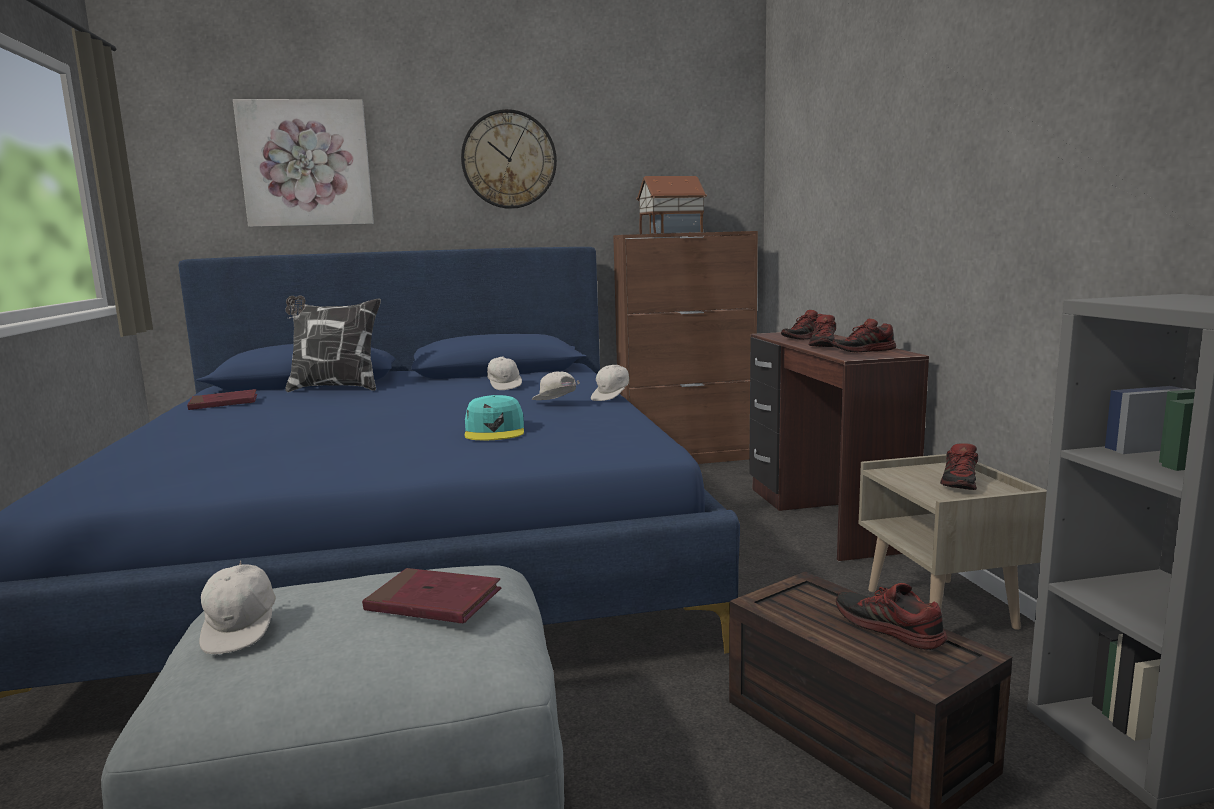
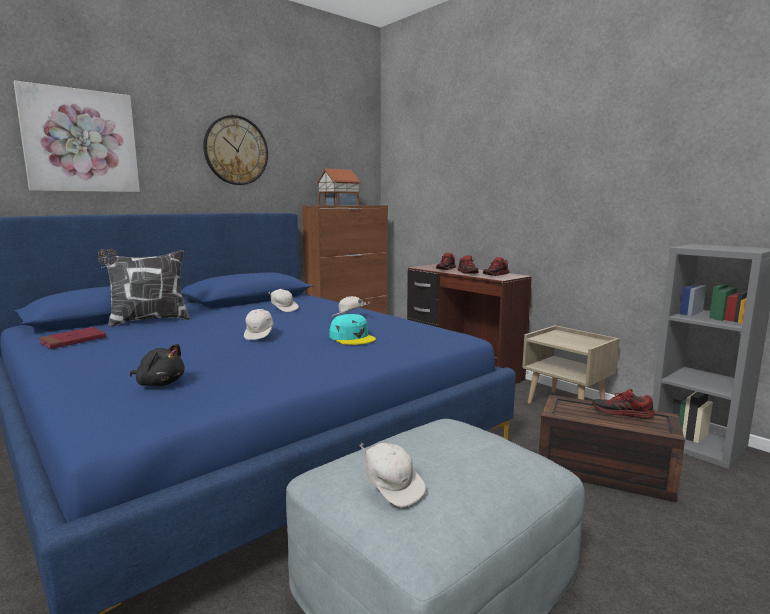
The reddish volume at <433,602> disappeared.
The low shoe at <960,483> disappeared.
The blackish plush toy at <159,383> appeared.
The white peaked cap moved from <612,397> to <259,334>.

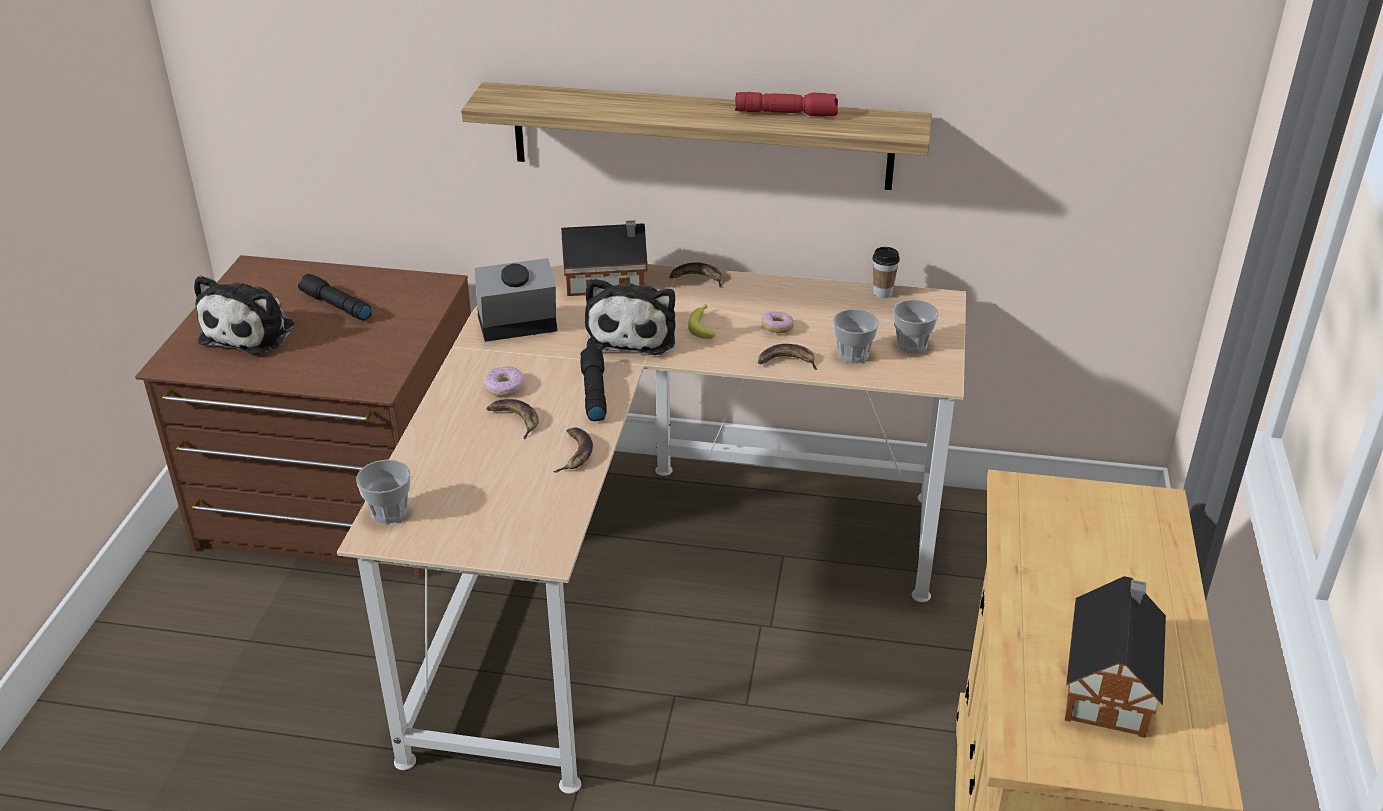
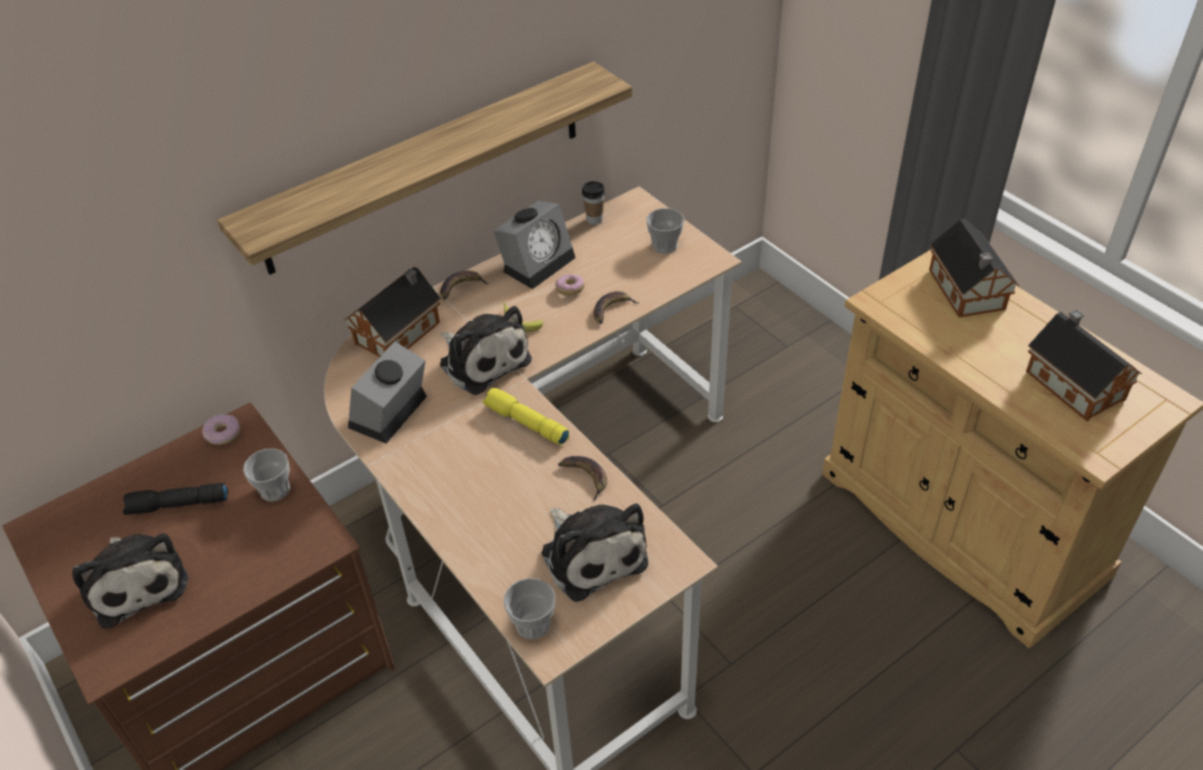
The whole banana at <514,420> disappeared.
The reddish torch at <787,113> disappeared.
The alarm clock at <538,262> appeared.
The plush toy at <592,554> appeared.
The miniature house at <967,292> appeared.
The donut moved from <504,387> to <222,433>.
The drinking cup moved from <853,354> to <275,490>.
The blackish torch at <593,392> became the yellow torch at <525,423>.

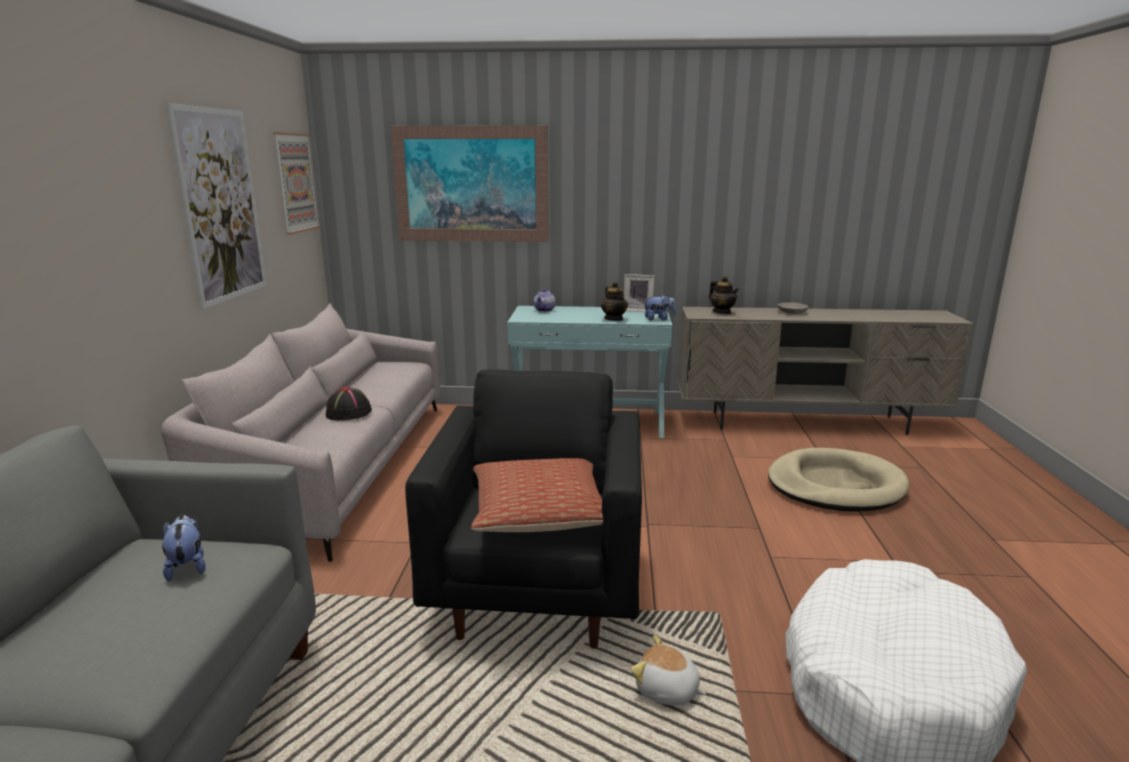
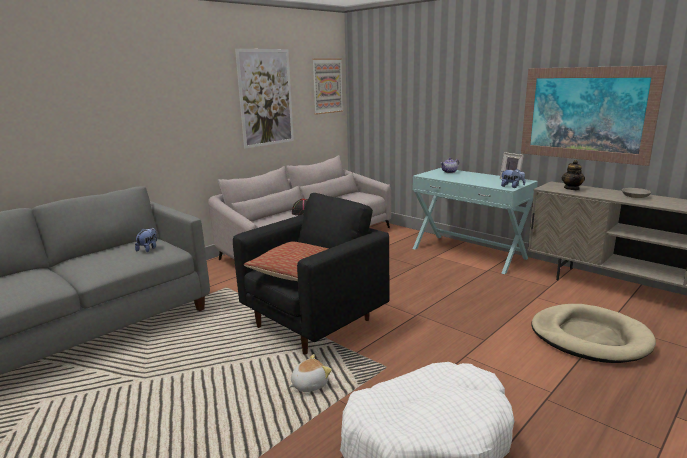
The teapot at <614,319> disappeared.
The picture moved from <471,184> to <585,114>.
The plush toy at <667,691> turned 75 degrees clockwise.

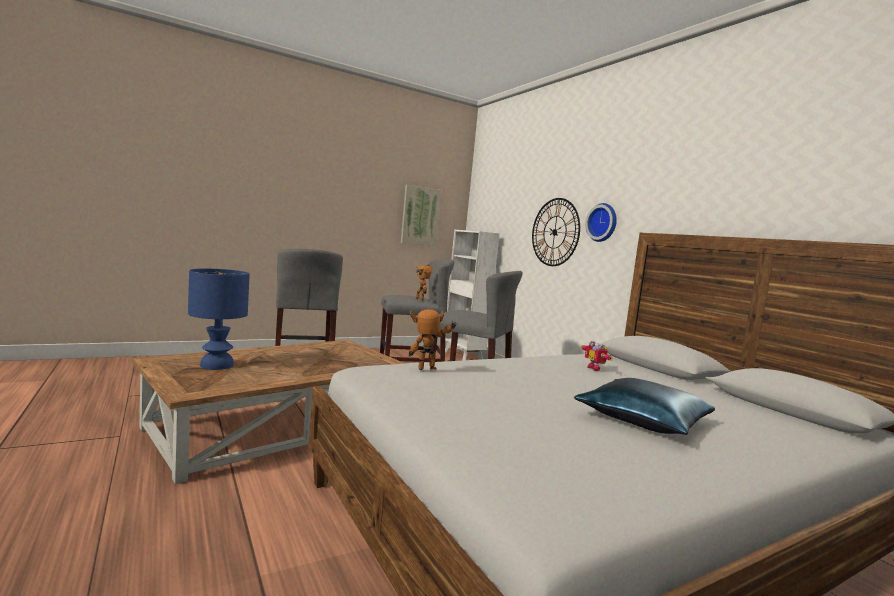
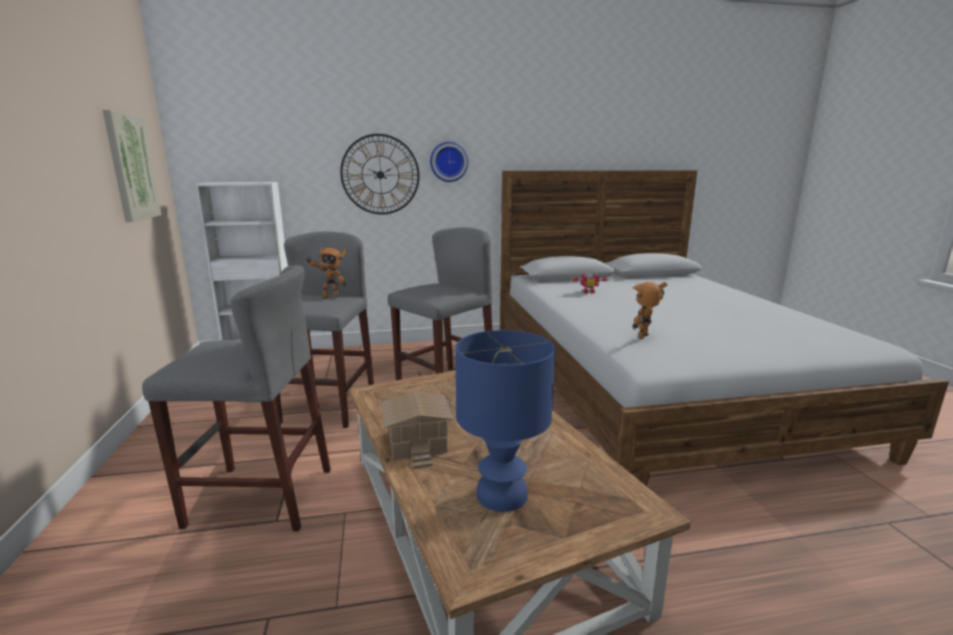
The blue-coloured throw pillow at <642,419> disappeared.
The miniature house at <415,442> appeared.
The robot figure at <428,370> turned 45 degrees clockwise.

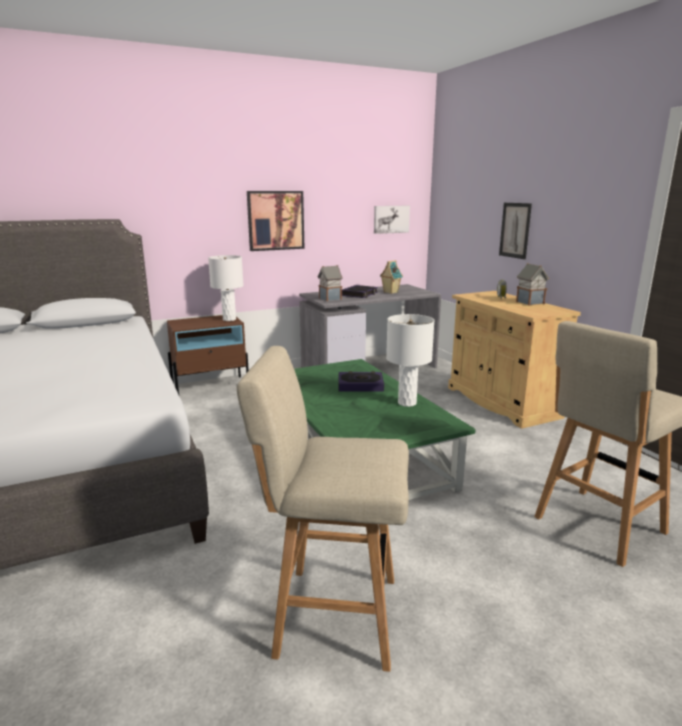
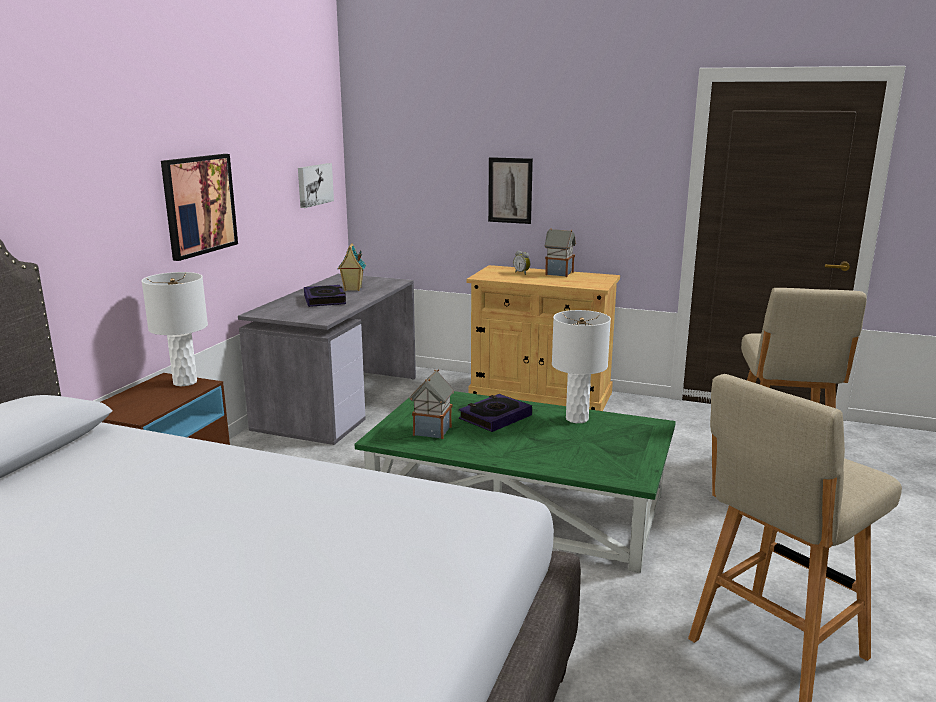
The miniature house moved from <329,299> to <432,431>.

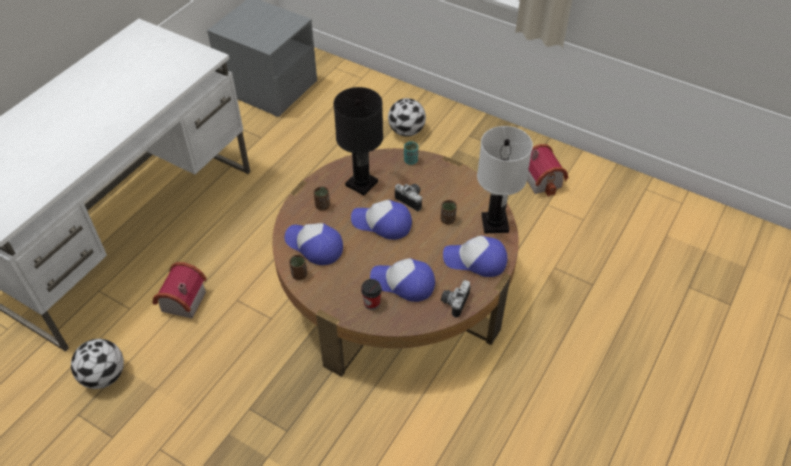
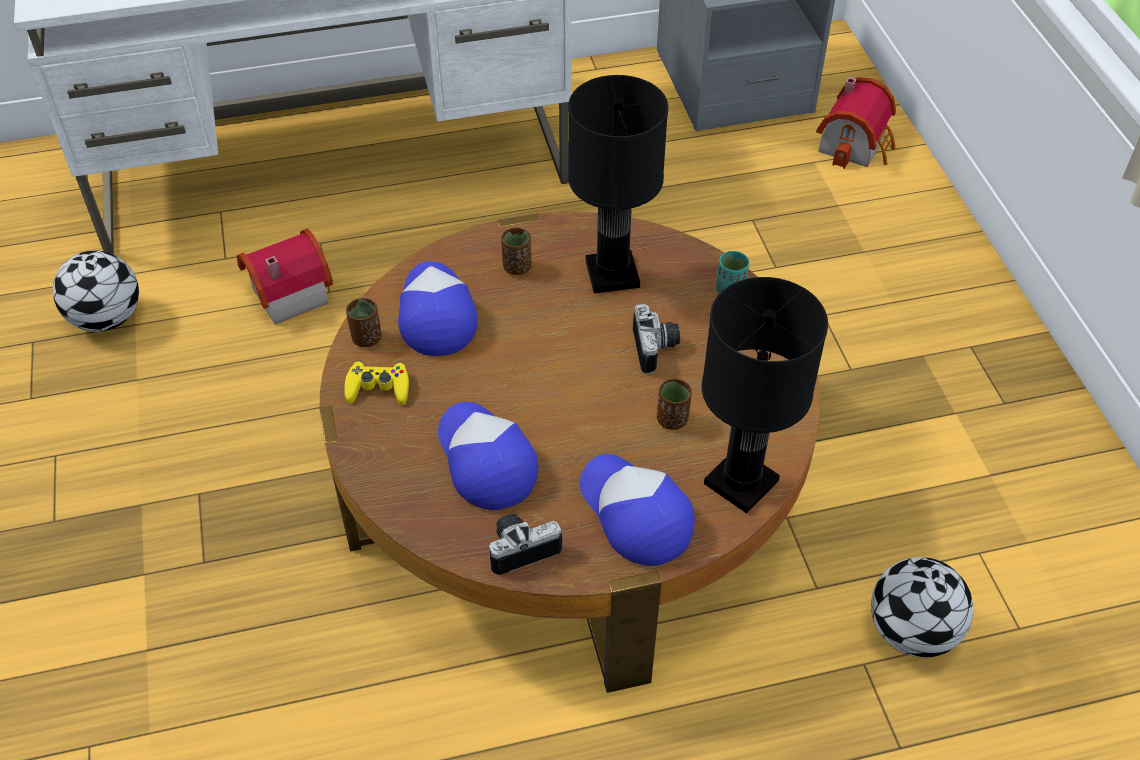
The peaked cap at <382,223> disappeared.
The drinking cup at <371,303> disappeared.
The yellow game controller at <378,388> appeared.
The football moved from <406,131> to <912,631>.
The miniature house moved from <544,179> to <856,145>.
The white lamp for a table at <494,224> became the blackish lamp for a table at <740,482>.

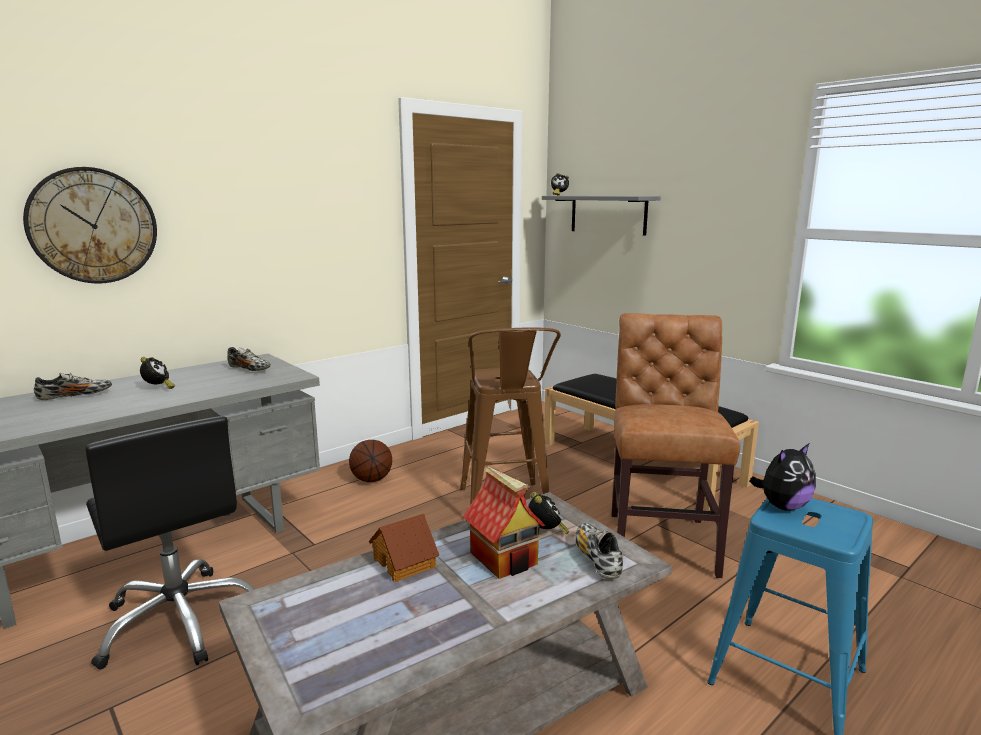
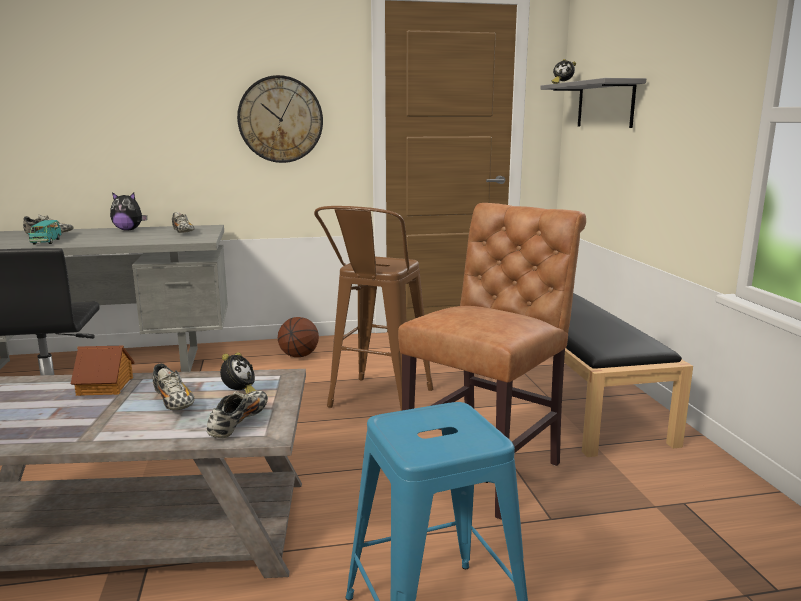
The alarm clock at <158,388> disappeared.
The turquoise miniature car at <46,242> appeared.
The clock on the wall moved from <93,226> to <280,119>.
The plush toy moved from <782,506> to <128,230>.
The miniature house at <505,558> was replaced by the low shoe at <174,402>.

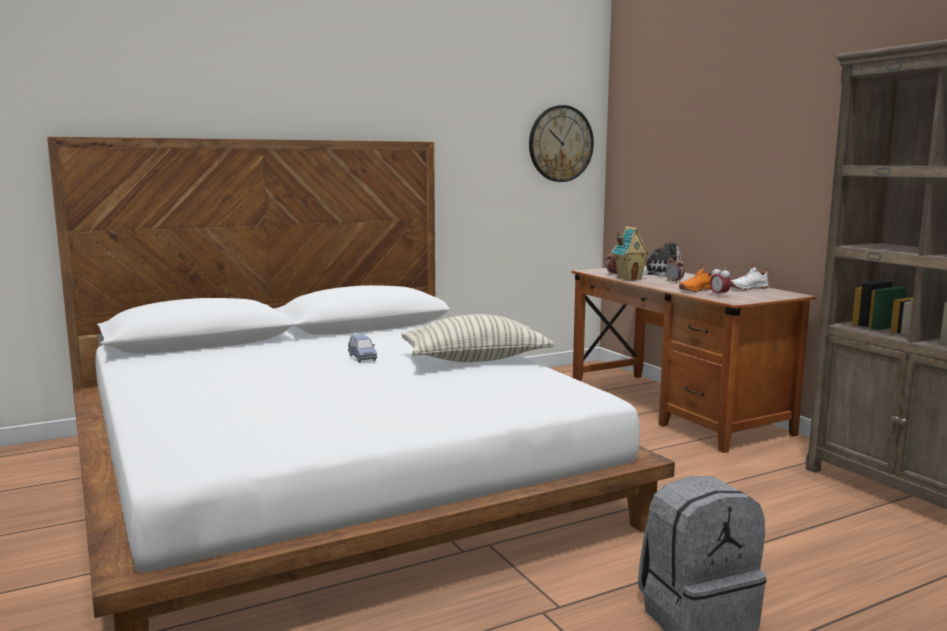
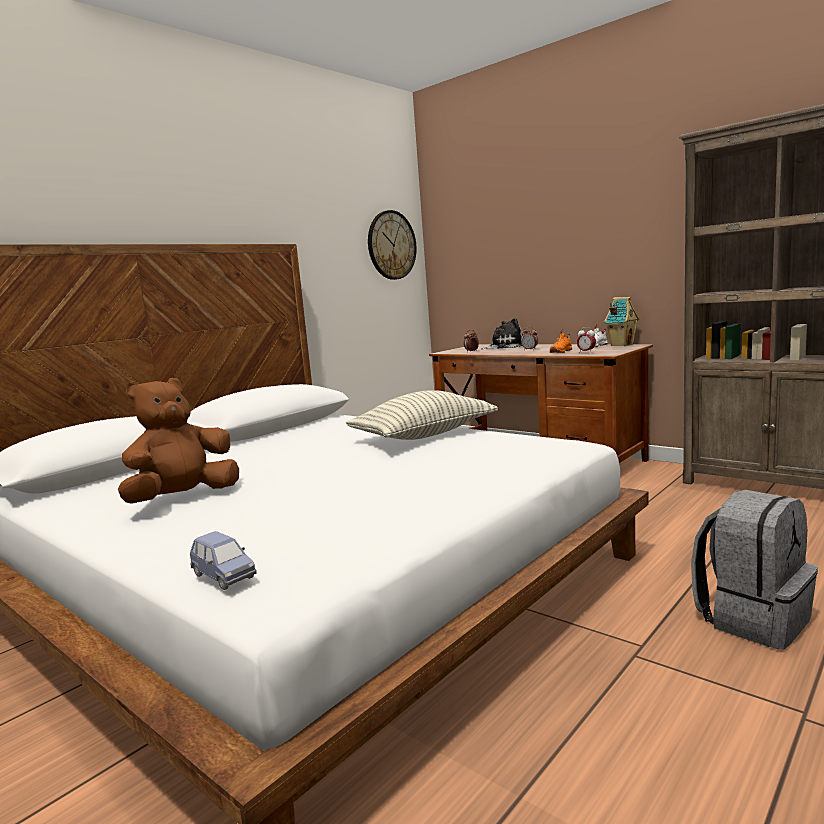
The brown plush toy at <183,498> appeared.
The blue-coloured miniature car moved from <362,358> to <224,576>.
The miniature house moved from <629,279> to <621,345>.

